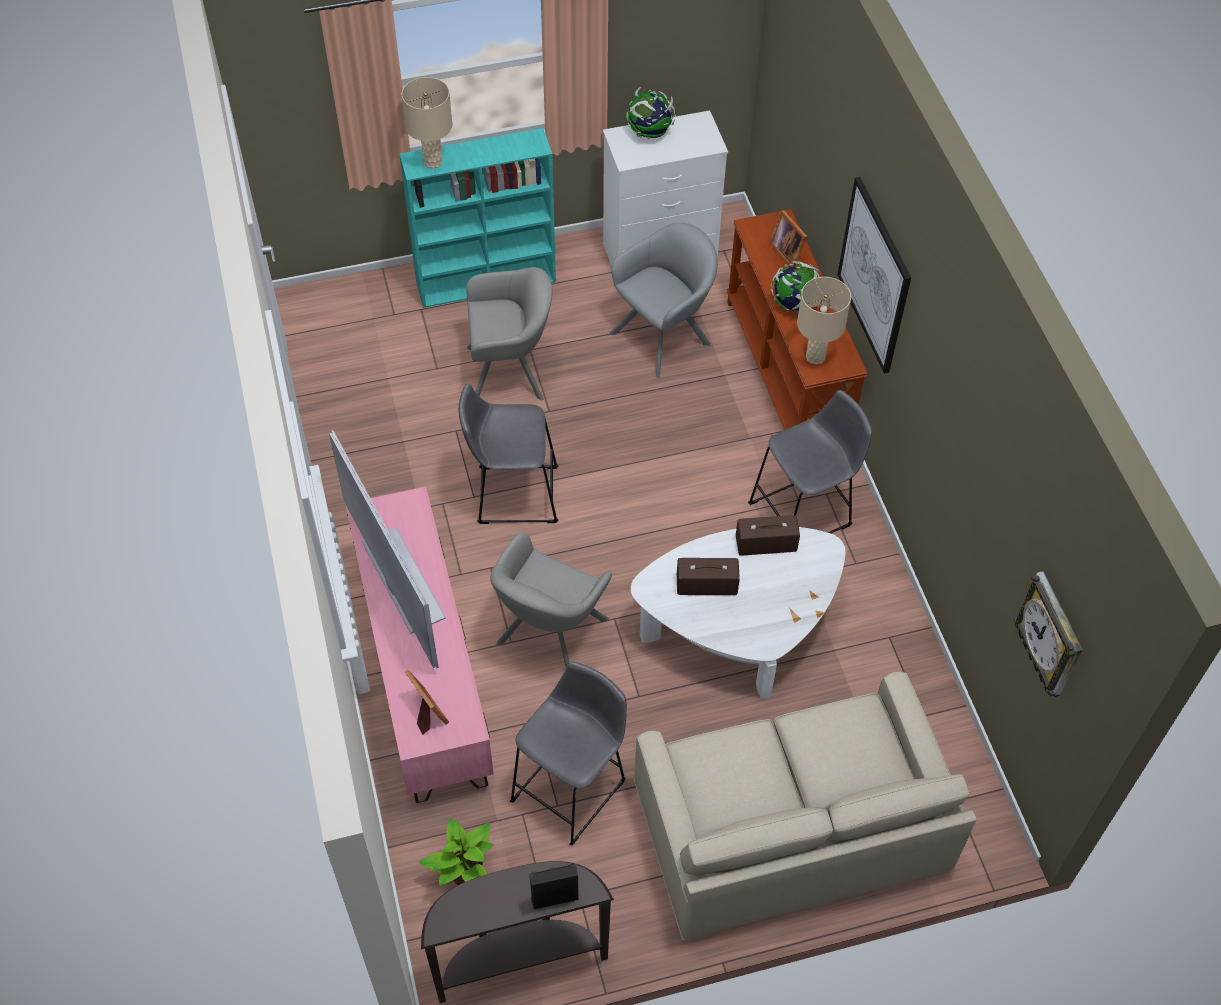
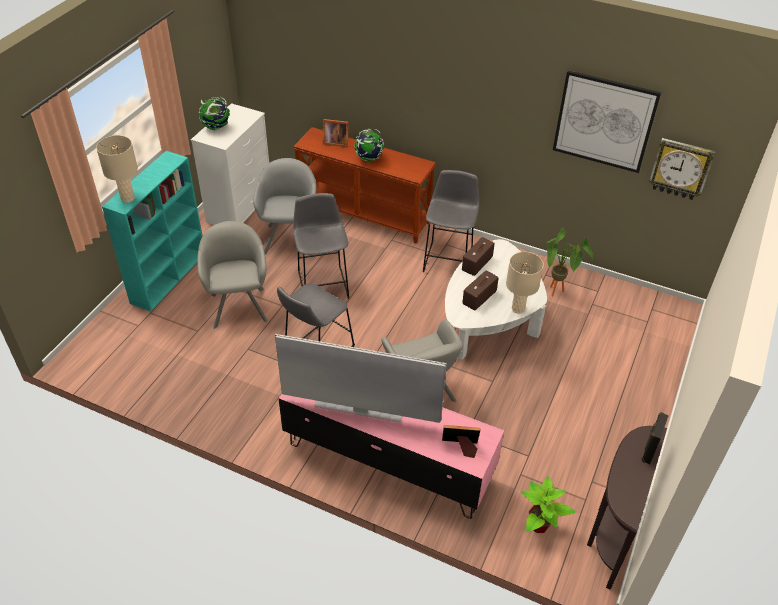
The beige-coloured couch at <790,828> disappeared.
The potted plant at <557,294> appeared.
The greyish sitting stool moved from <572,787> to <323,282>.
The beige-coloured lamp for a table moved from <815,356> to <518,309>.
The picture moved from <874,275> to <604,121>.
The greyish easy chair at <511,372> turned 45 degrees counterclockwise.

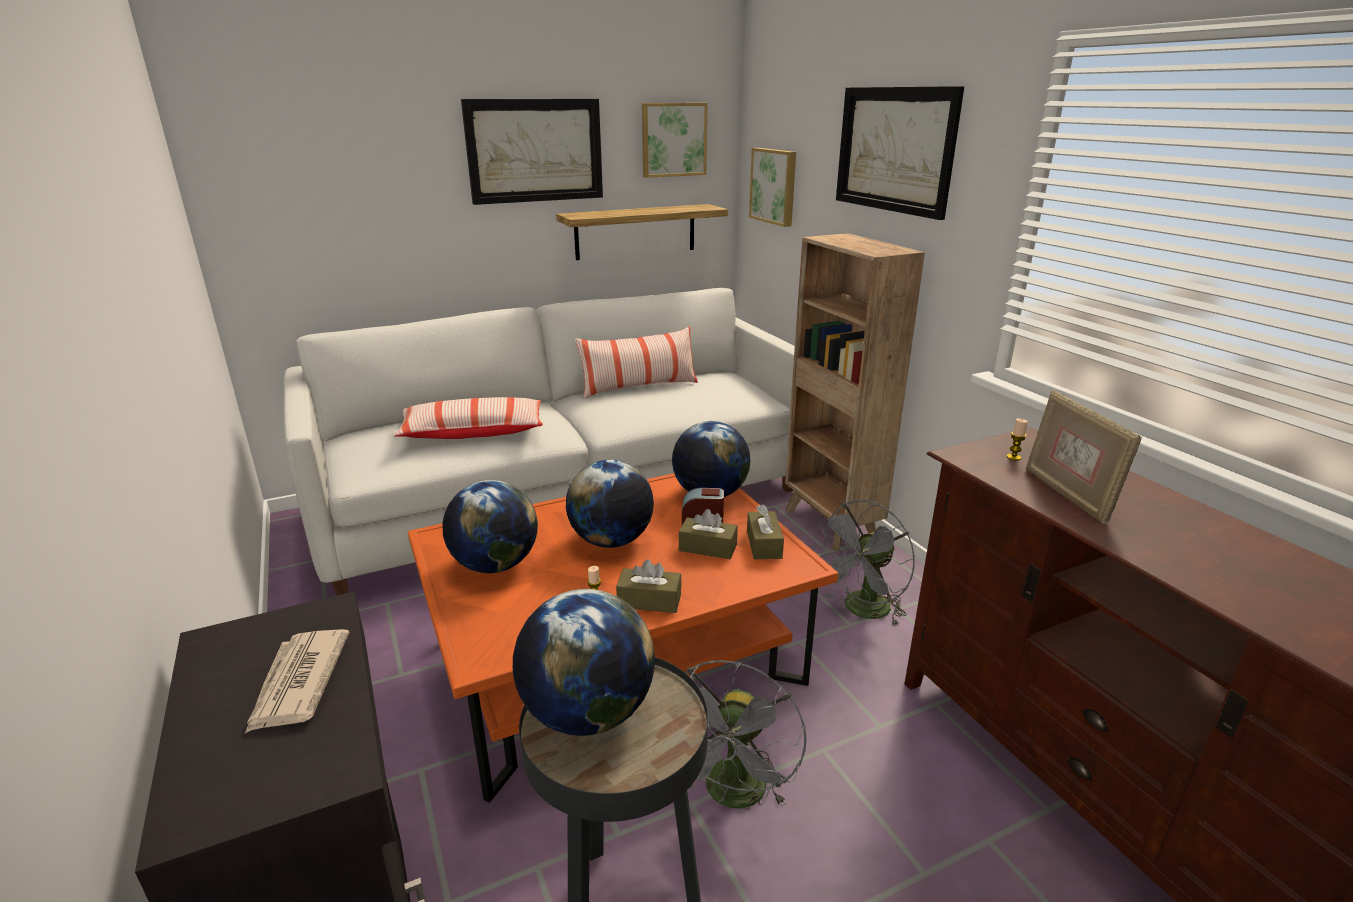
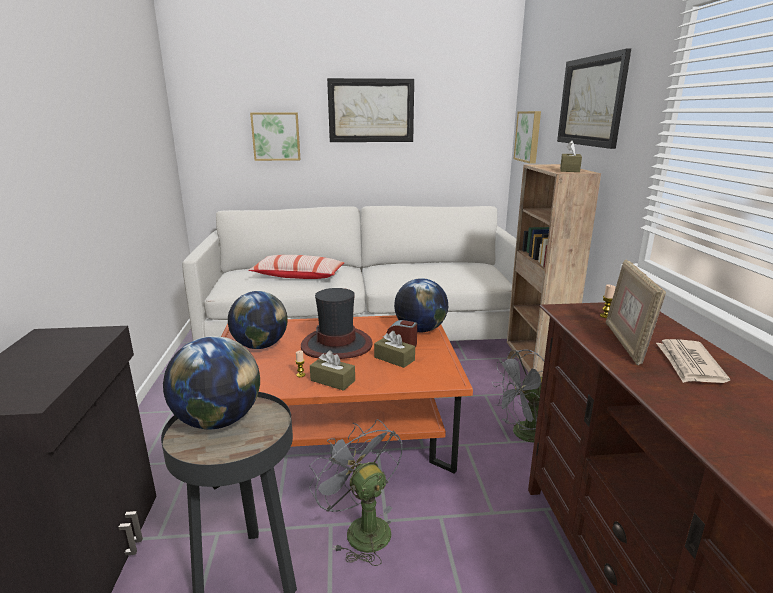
The wall shelf at <635,231> disappeared.
The throw pillow at <639,387> disappeared.
The daily paper moved from <298,682> to <689,364>.
The picture moved from <673,139> to <276,136>.
The brown tissue box moved from <764,544> to <569,170>.
The globe at <611,541> was replaced by the hat at <337,345>.
The greyish fan at <734,797> turned 105 degrees clockwise.

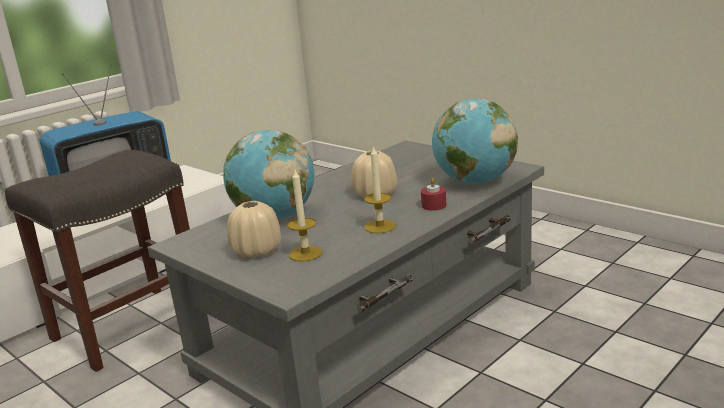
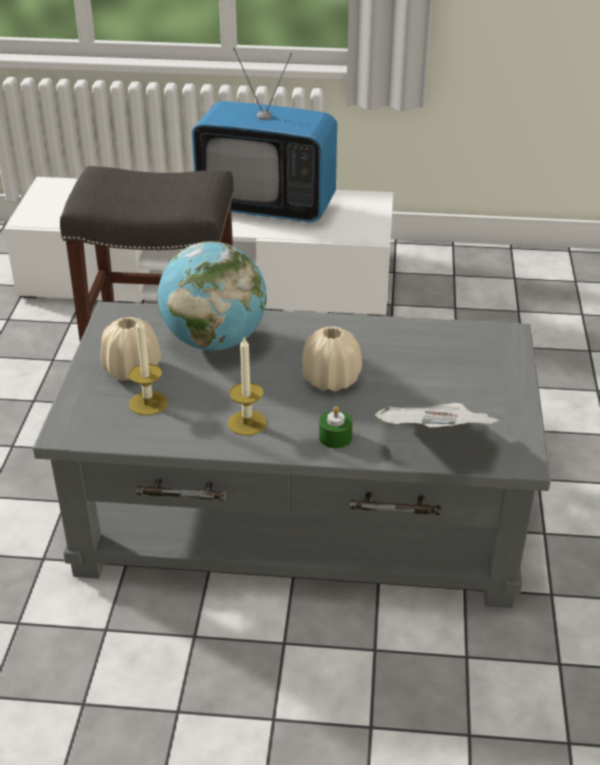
The globe at <475,182> was replaced by the daily paper at <435,441>.
The reddish wax candle at <434,205> became the greenish wax candle at <335,437>.

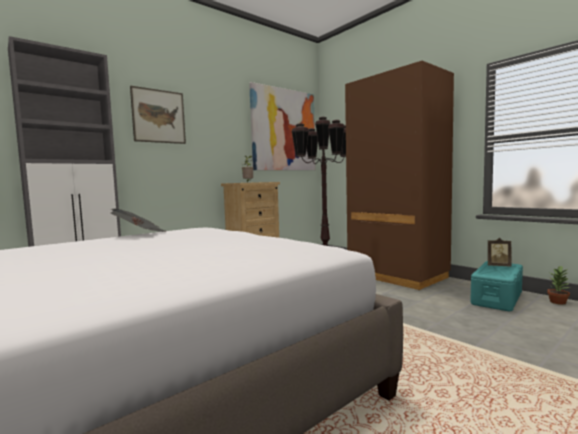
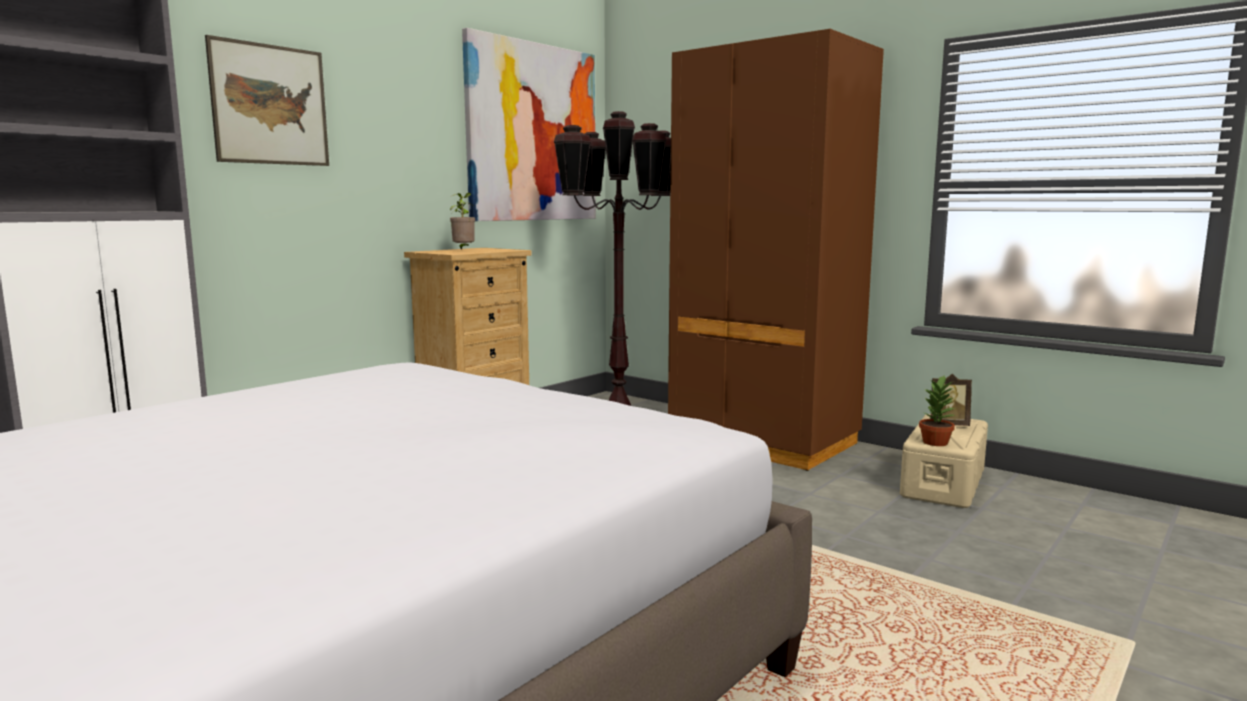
The daily paper at <140,234> disappeared.
The potted plant moved from <558,302> to <936,442>.
The turquoise storage container at <497,298> became the beige-coloured storage container at <943,482>.

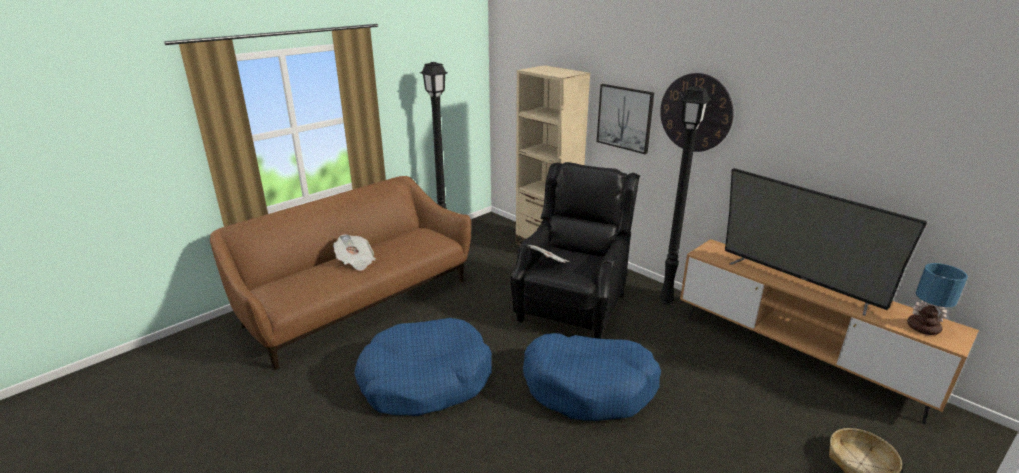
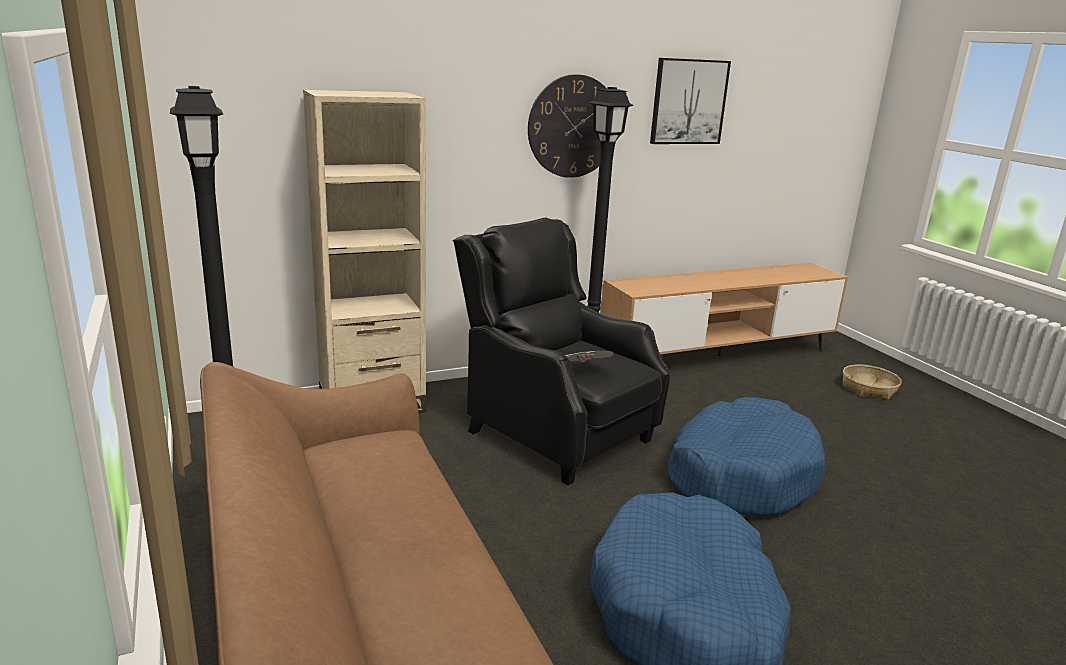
The daily paper at <355,262> disappeared.
The television at <797,282> disappeared.
The lamp for a table at <924,328> disappeared.
The picture moved from <625,118> to <688,102>.

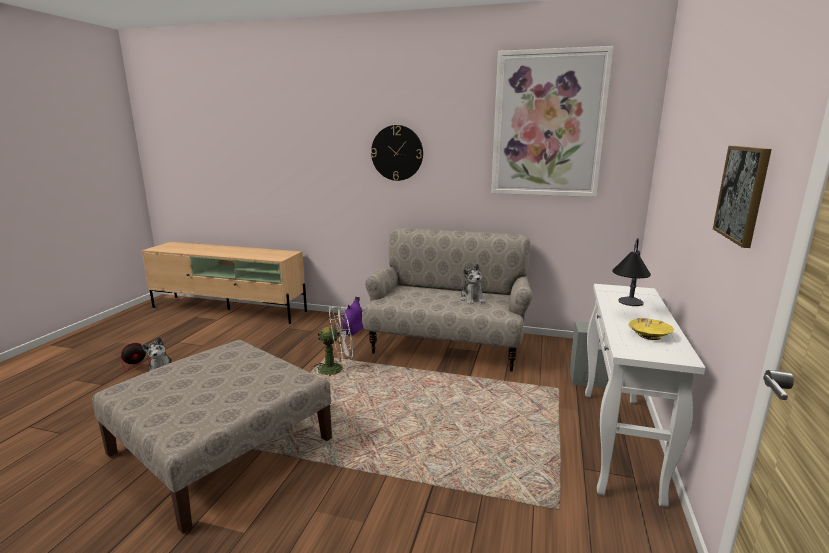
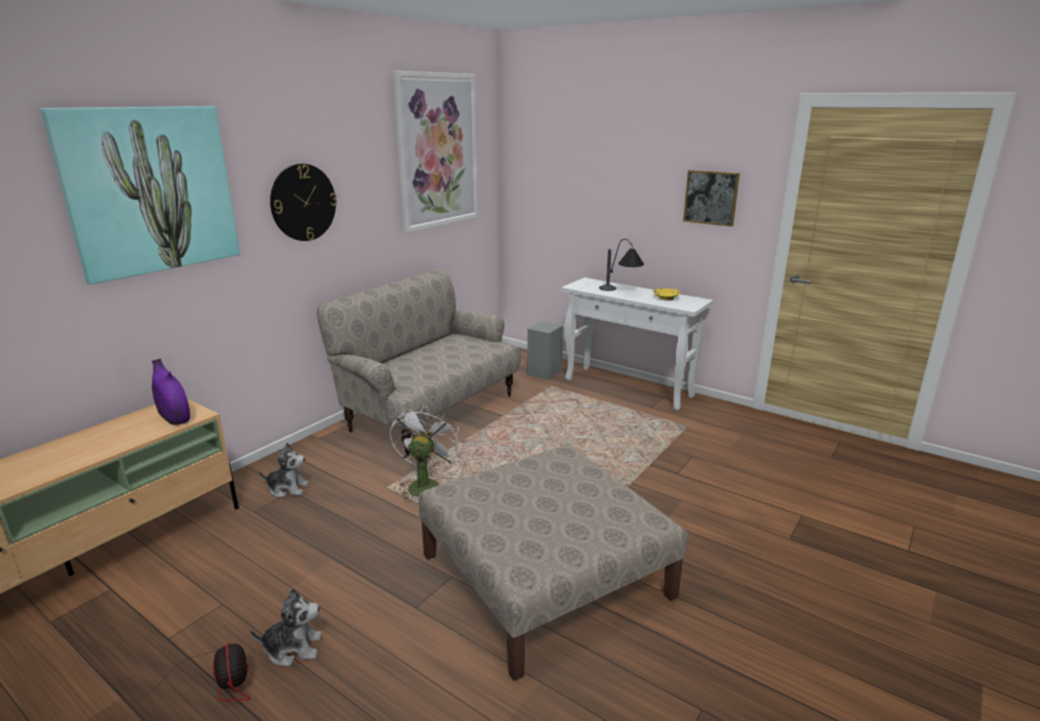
The picture at <150,190> appeared.
The purple vase moved from <354,330> to <174,417>.
The plush toy moved from <472,299> to <287,488>.

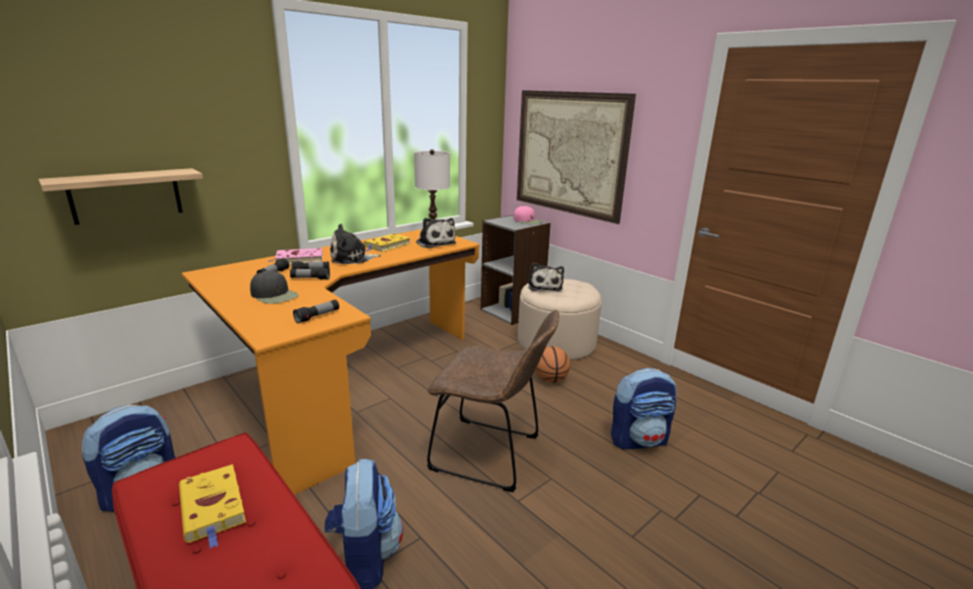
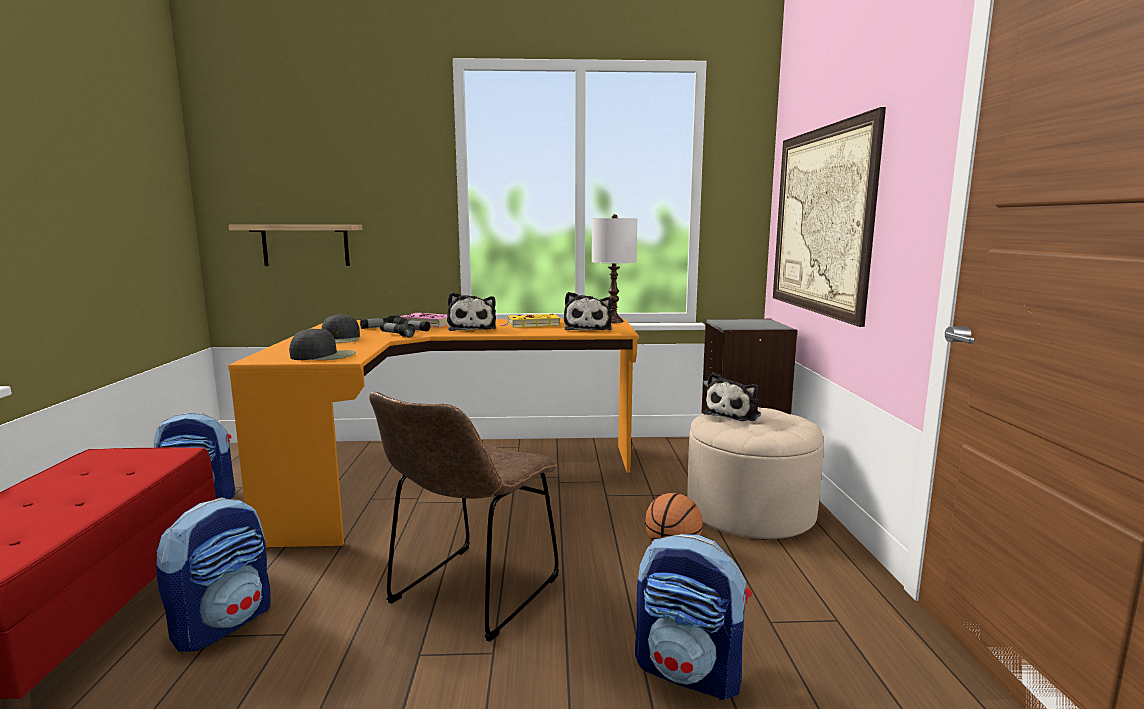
The yellow volume at <213,508> disappeared.
The pinkish peaked cap at <527,221> disappeared.
The torch at <317,317> was replaced by the blackish peaked cap at <324,356>.
The plush toy at <352,258> turned 120 degrees counterclockwise.
The brown upright chair at <491,455> turned 60 degrees clockwise.

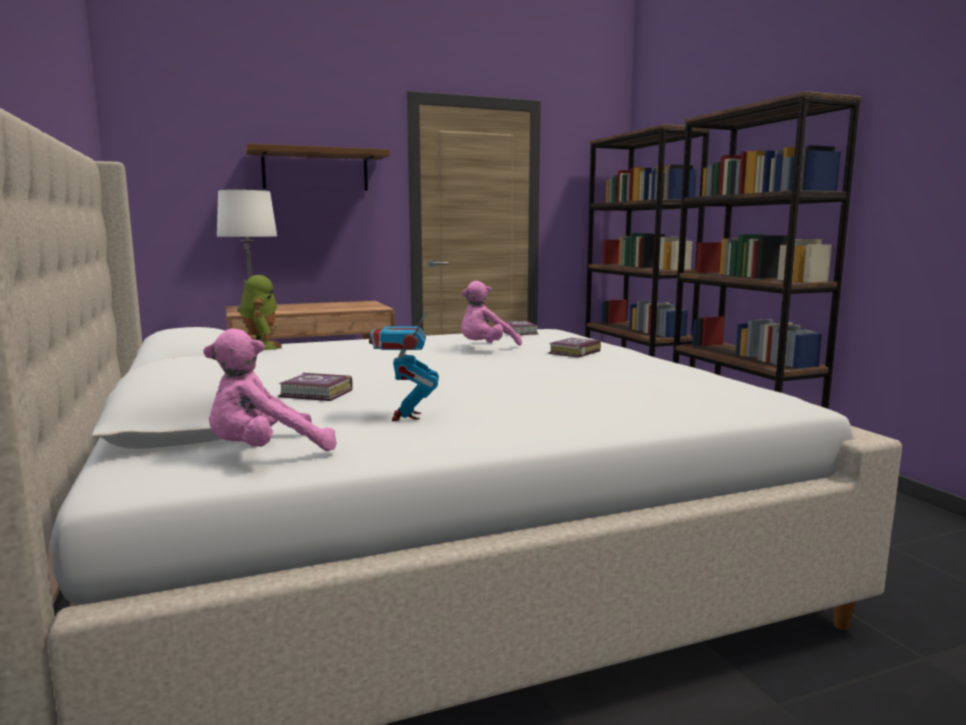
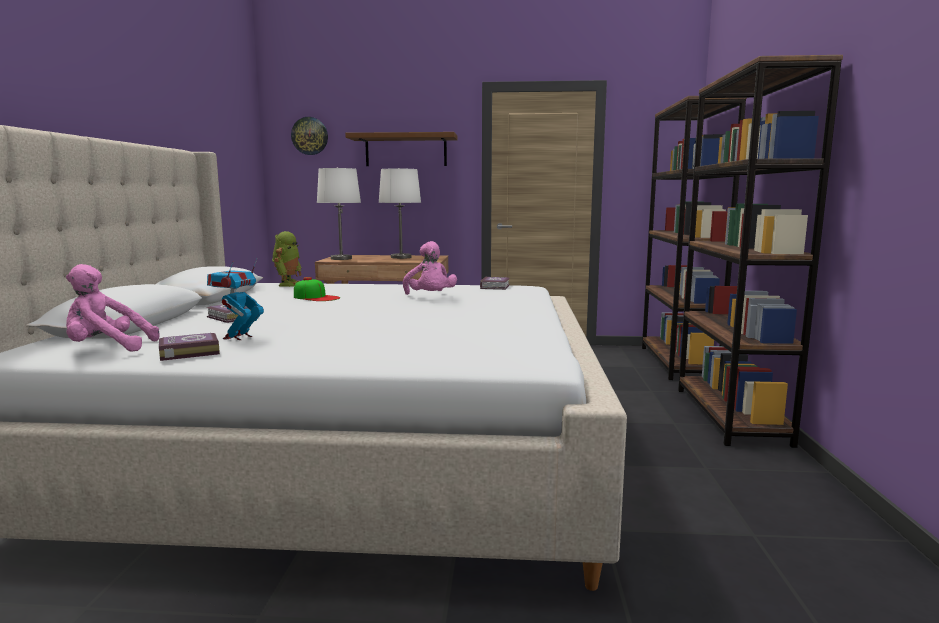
The clock on the wall at <309,136> appeared.
The peaked cap at <316,297> appeared.
The white lamp for a table at <401,257> appeared.
The volume moved from <573,352> to <187,352>.
The pinkish plush toy at <485,348> turned 90 degrees counterclockwise.

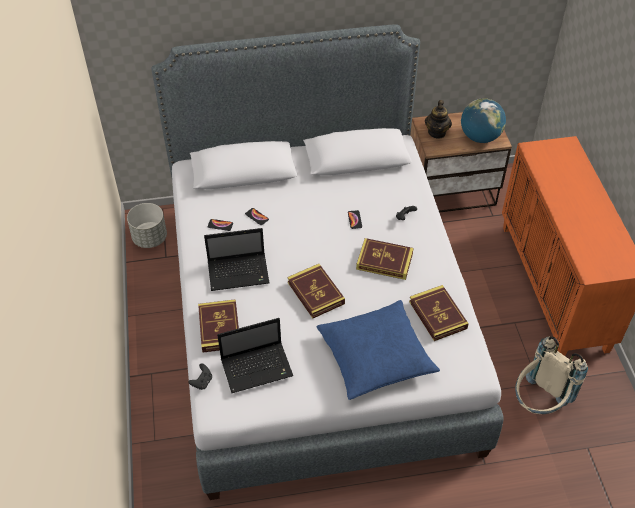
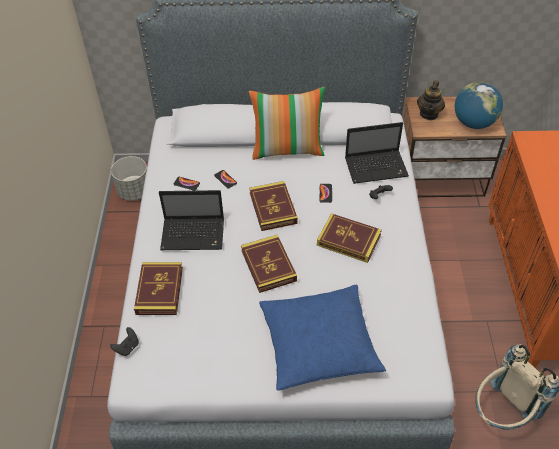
The throw pillow at <288,149> appeared.
The portable computer moved from <258,367> to <377,167>.
The volume moved from <437,315> to <273,208>.

